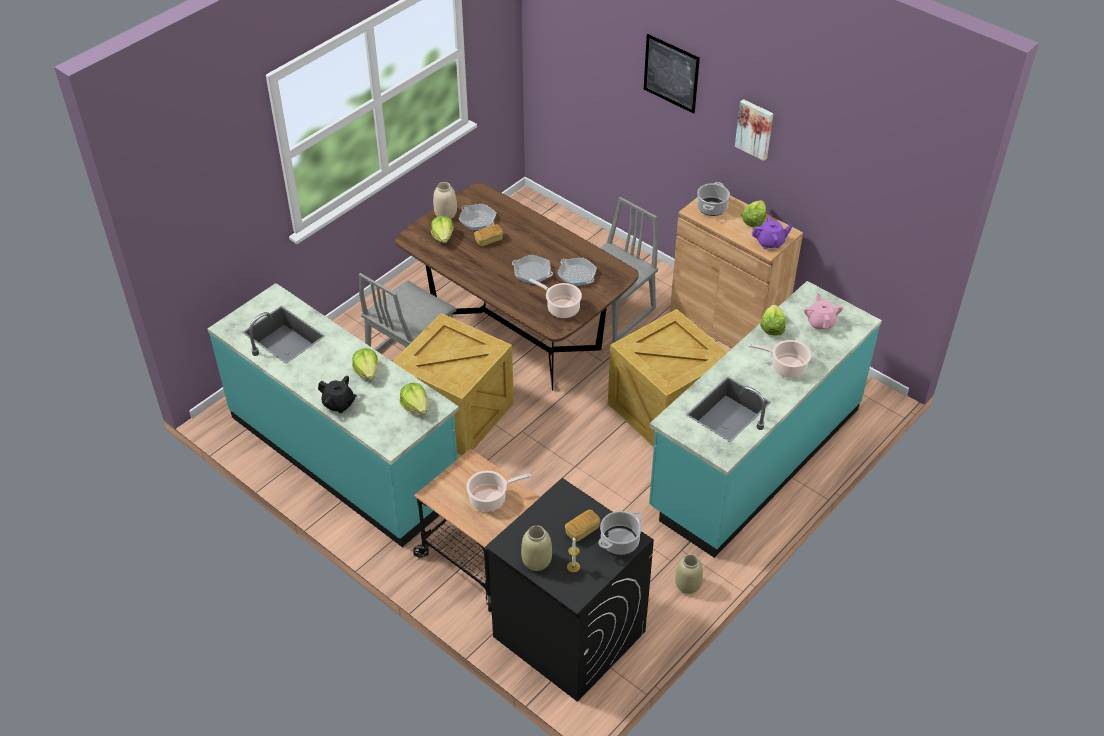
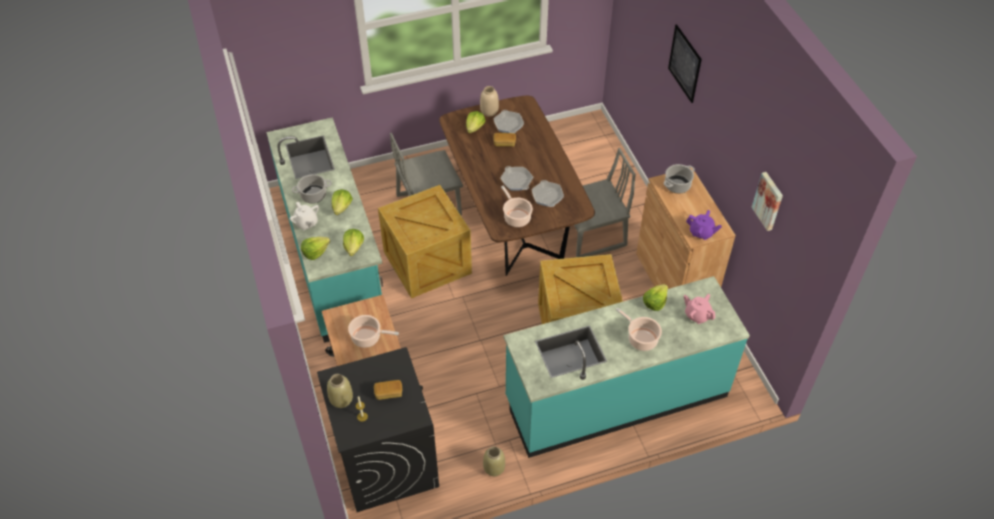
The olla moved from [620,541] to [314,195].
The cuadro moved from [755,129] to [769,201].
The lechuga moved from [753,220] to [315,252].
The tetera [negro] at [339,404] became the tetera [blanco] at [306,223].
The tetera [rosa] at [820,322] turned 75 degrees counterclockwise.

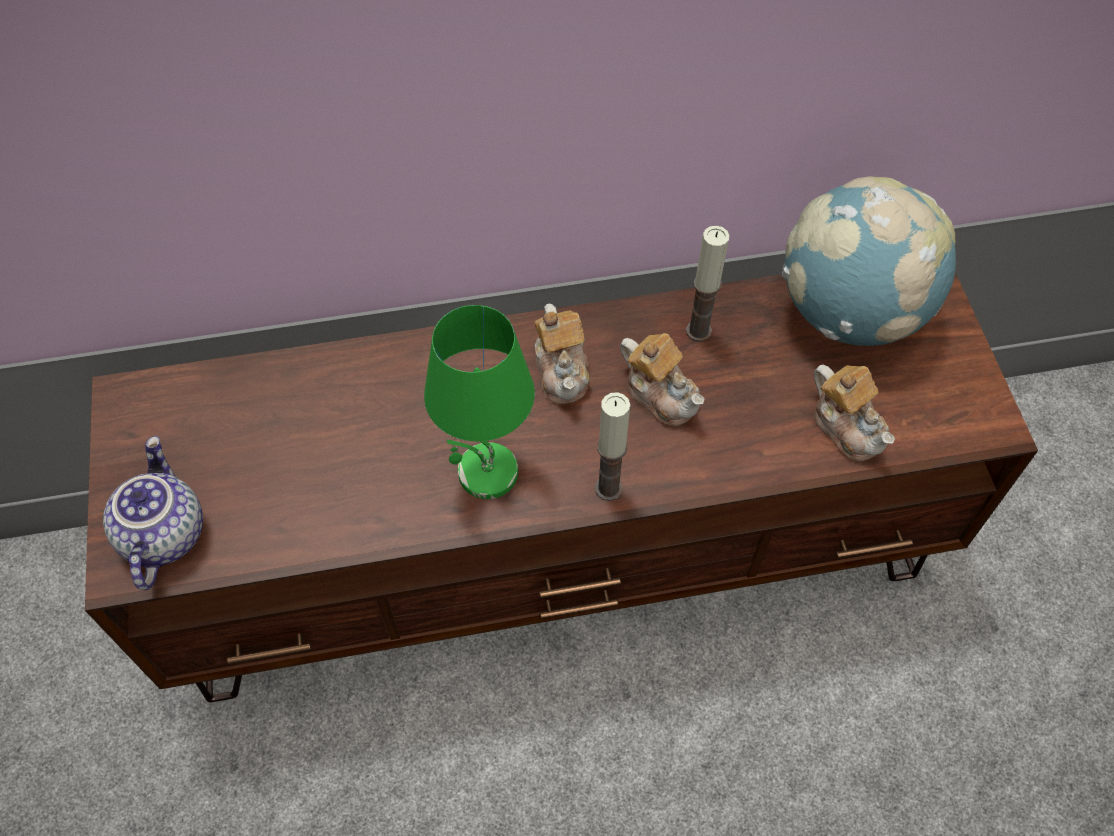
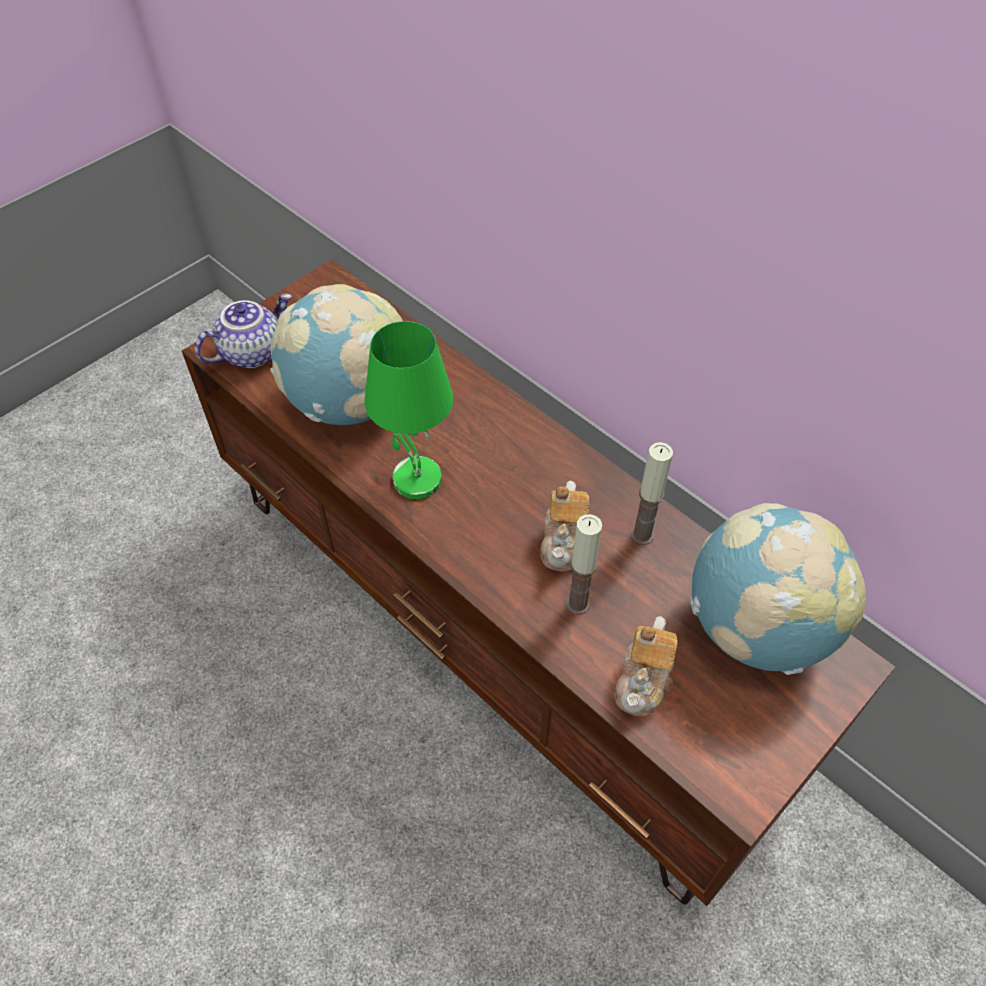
The tetera at [562,370] disappeared.
The globo terráqueo at [350,402] appeared.
The vela moved from [608,488] to [577,603].

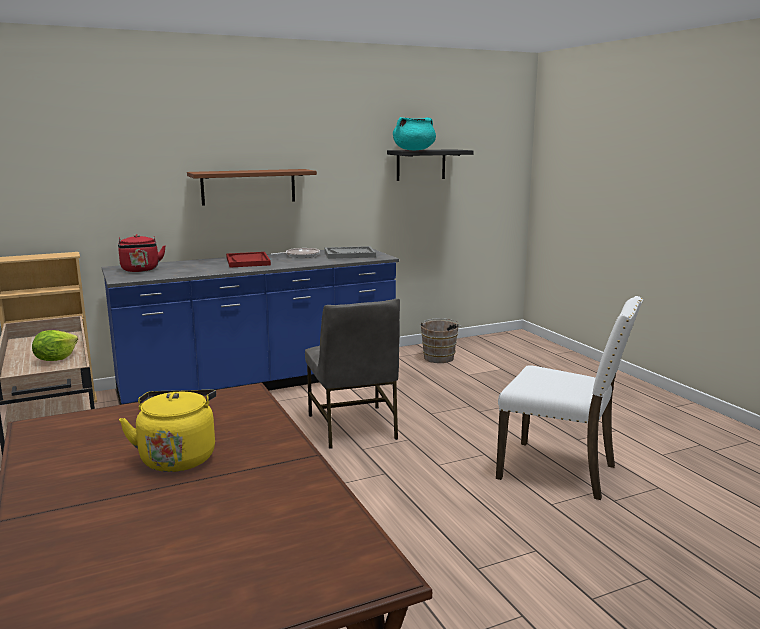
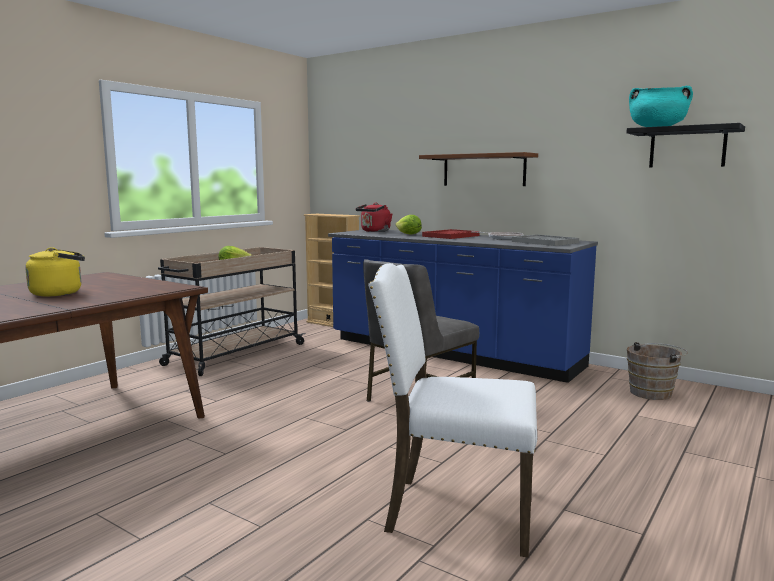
The lechuga at [408,234] appeared.
The silla [blanco] at [560,471] turned 105 degrees clockwise.

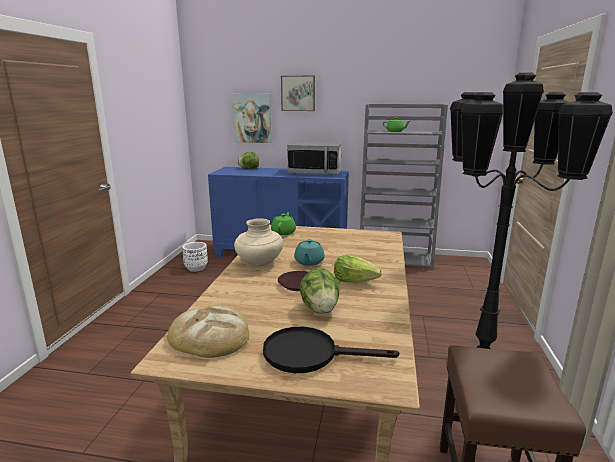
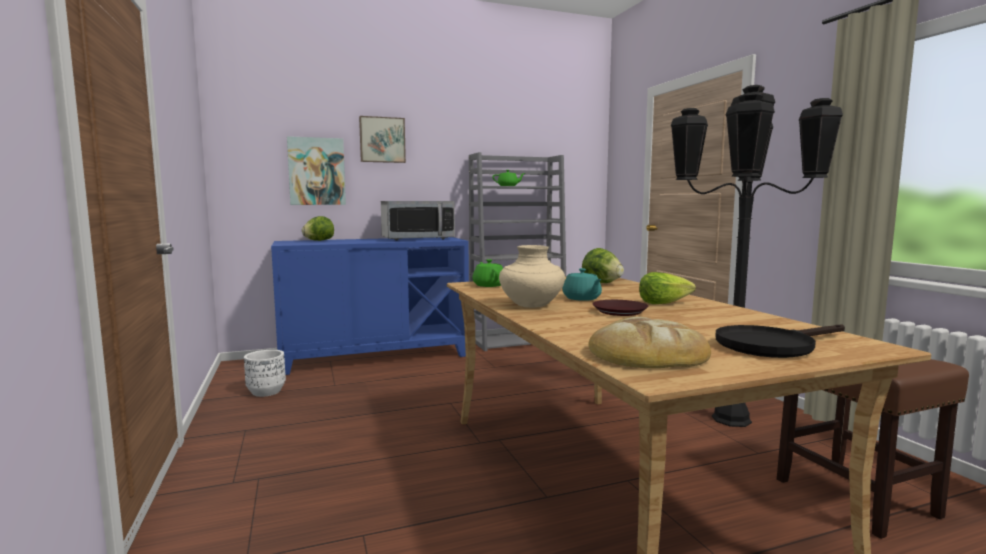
The lechuga moved from [320,309] to [601,282].

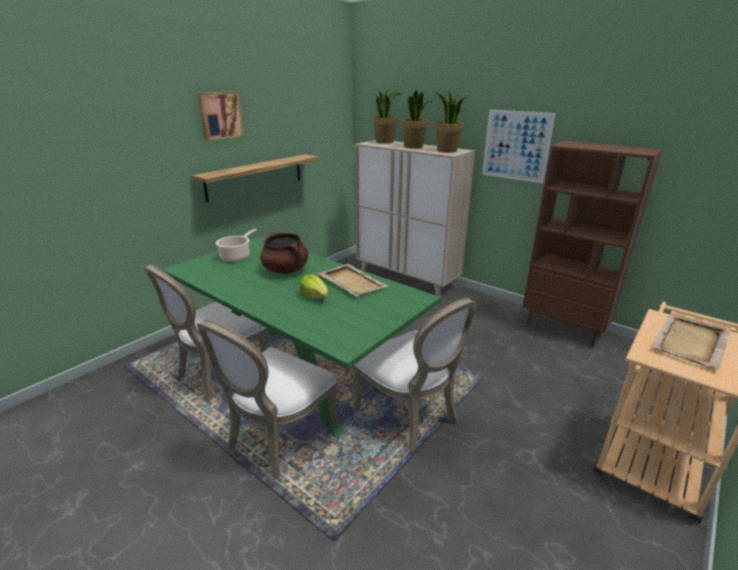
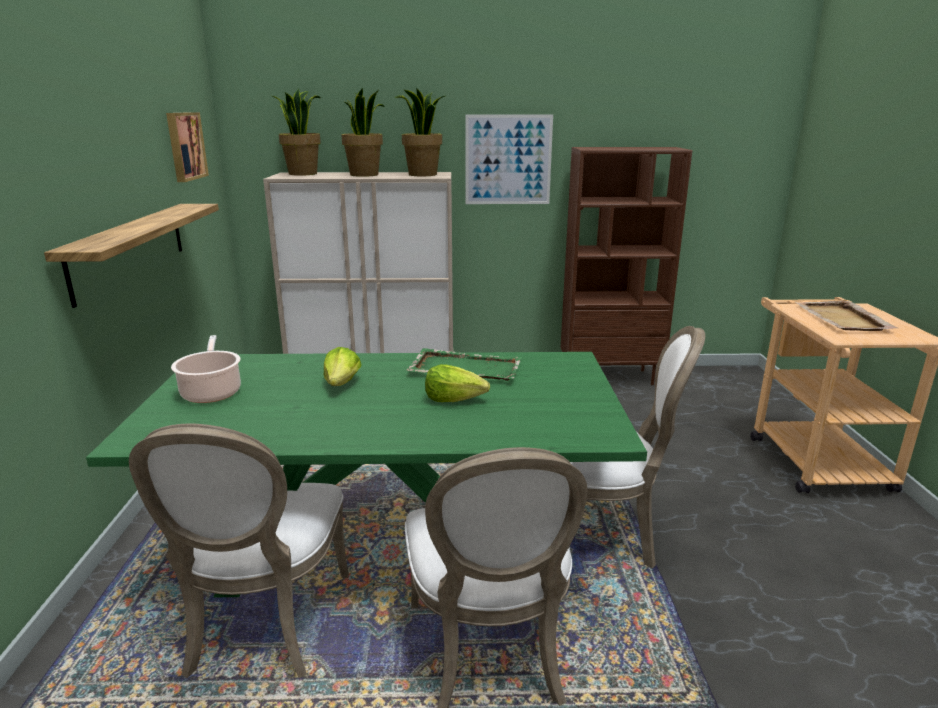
The cuadro moved from [220,115] to [184,146].
The olla [marrón] at [286,270] was replaced by the lechuga at [342,384].
The bandeja [beis] at [351,282] became the bandeja [verde] at [464,368].

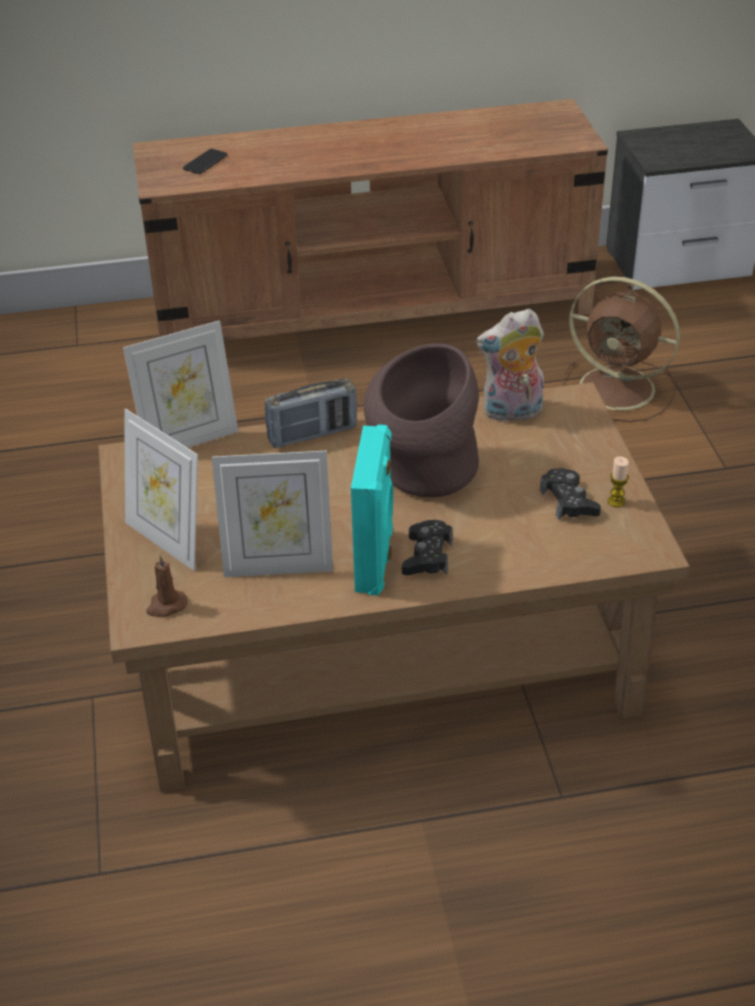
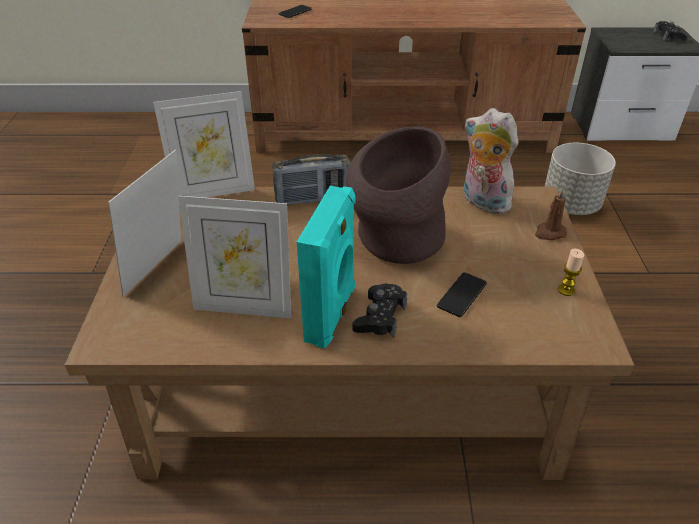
The móvil at [462,295] appeared.
The vela [marrón] moved from [166,605] to [549,233].
The mando de consola [negro] moved from [569,501] to [668,36].
The ventilador [marrón] at [620,389] was replaced by the maceta [gris] at [571,205].
The portarretratos at [167,540] turned 60 degrees clockwise.
The peluche at [511,413] turned 45 degrees clockwise.

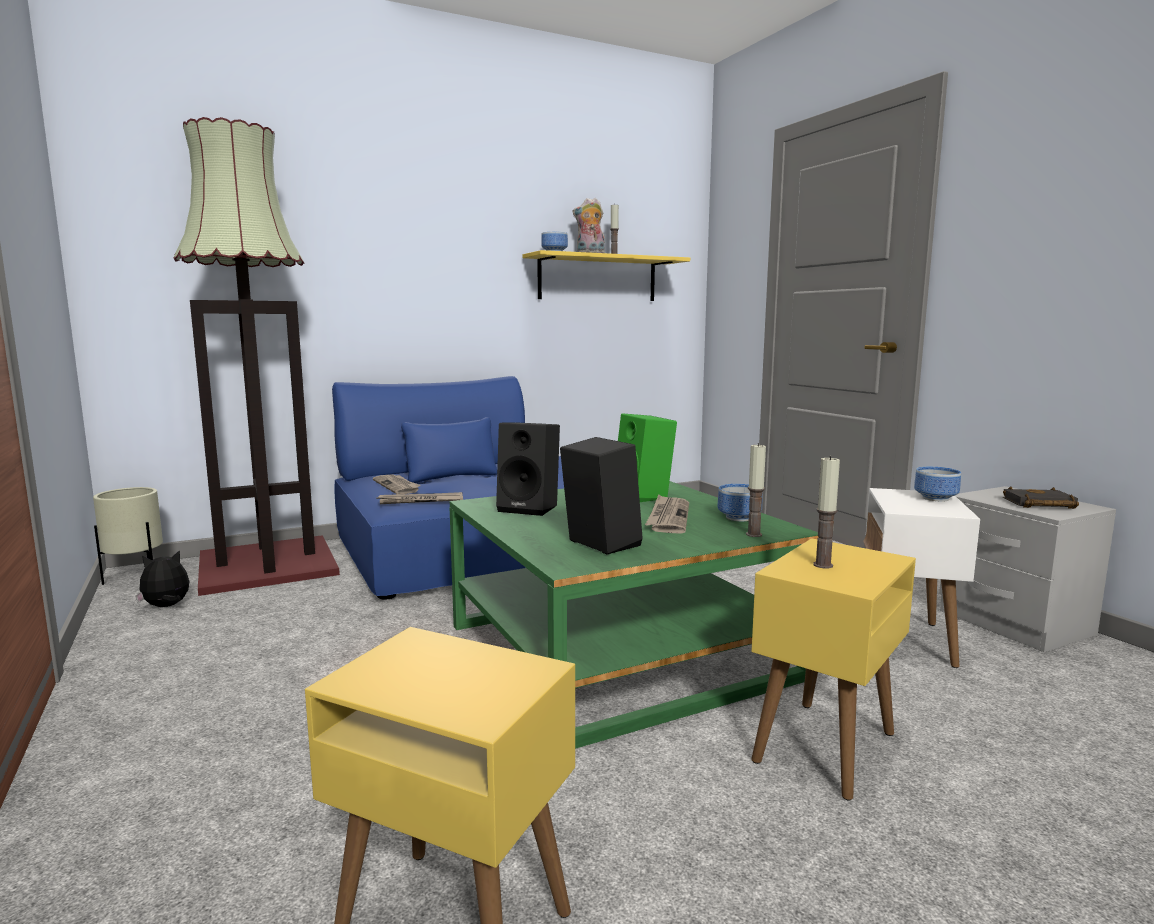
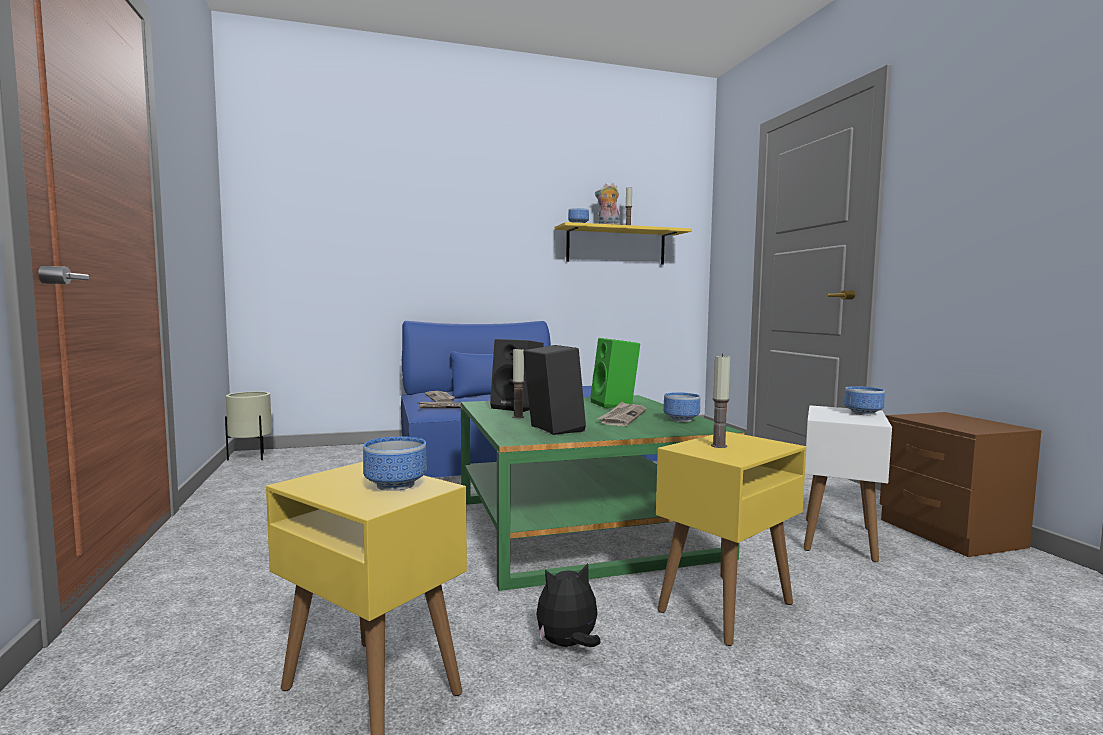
The lámpara de pie at [269,564] disappeared.
The libro [negro] at [1038,504] disappeared.
The cuenco at [398,484] appeared.
The peluche moved from [167,606] to [568,645].
The vela moved from [754,534] to [518,417].
The mesita de noche [gris] at [1014,623] became the mesita de noche [marrón] at [950,533].

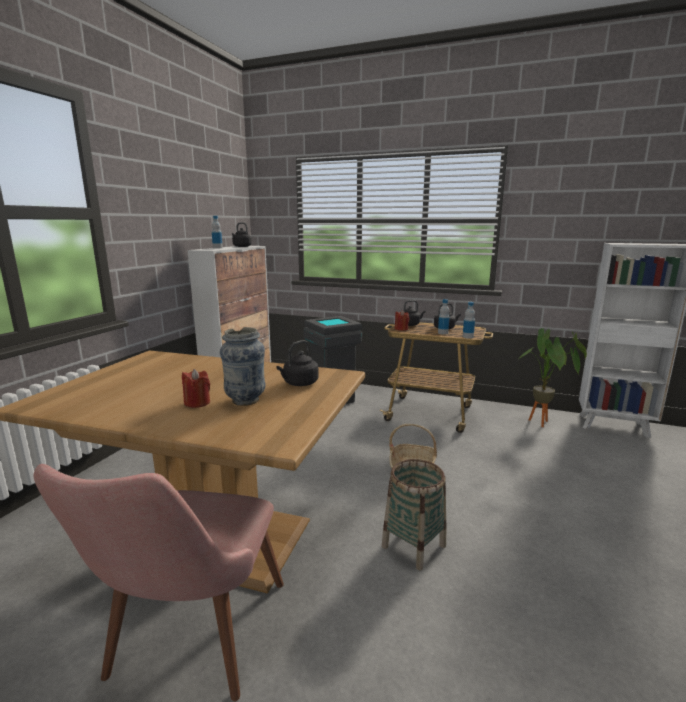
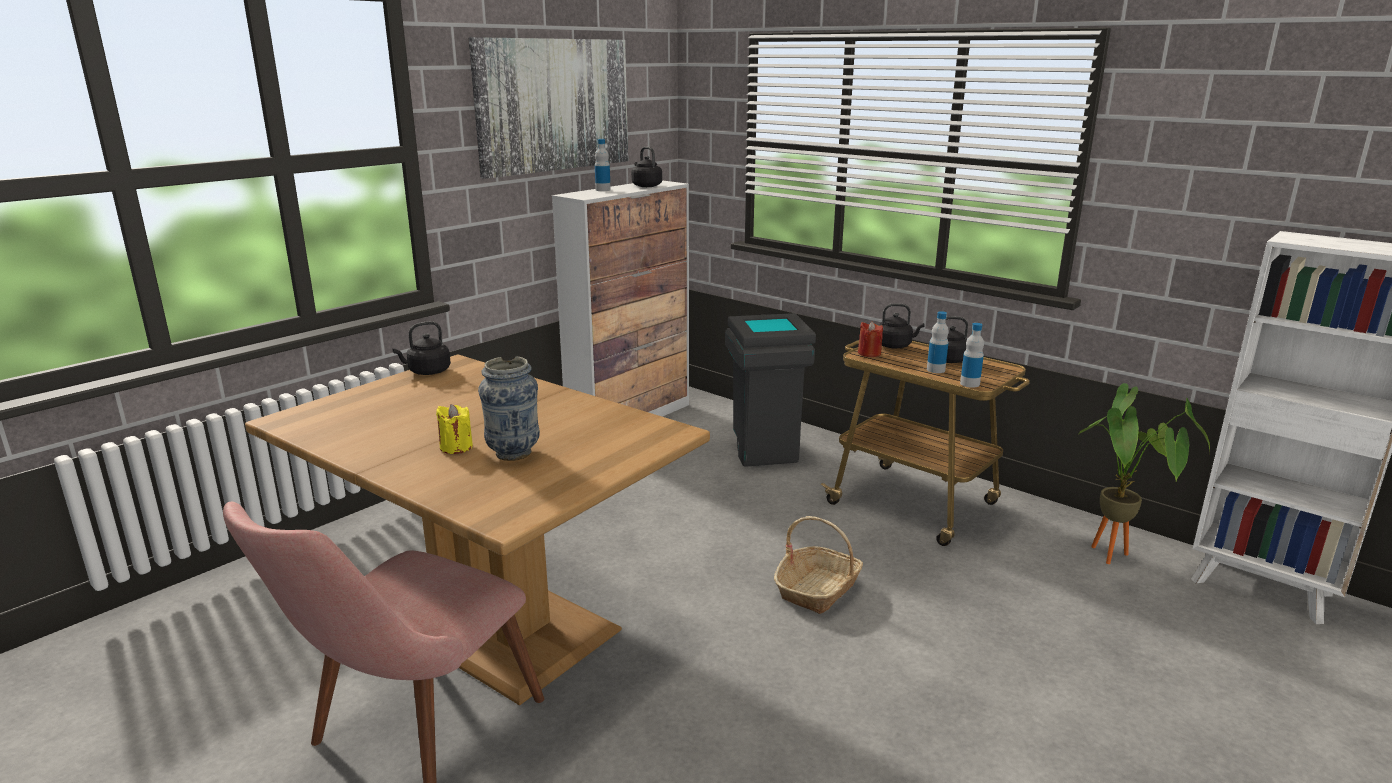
The cesta at [414,546] disappeared.
The cuadro at [553,105] appeared.
The hervidor [negro] moved from [299,383] to [427,372].
The vela [rojo] at [197,403] became the vela [amarillo] at [456,447].

